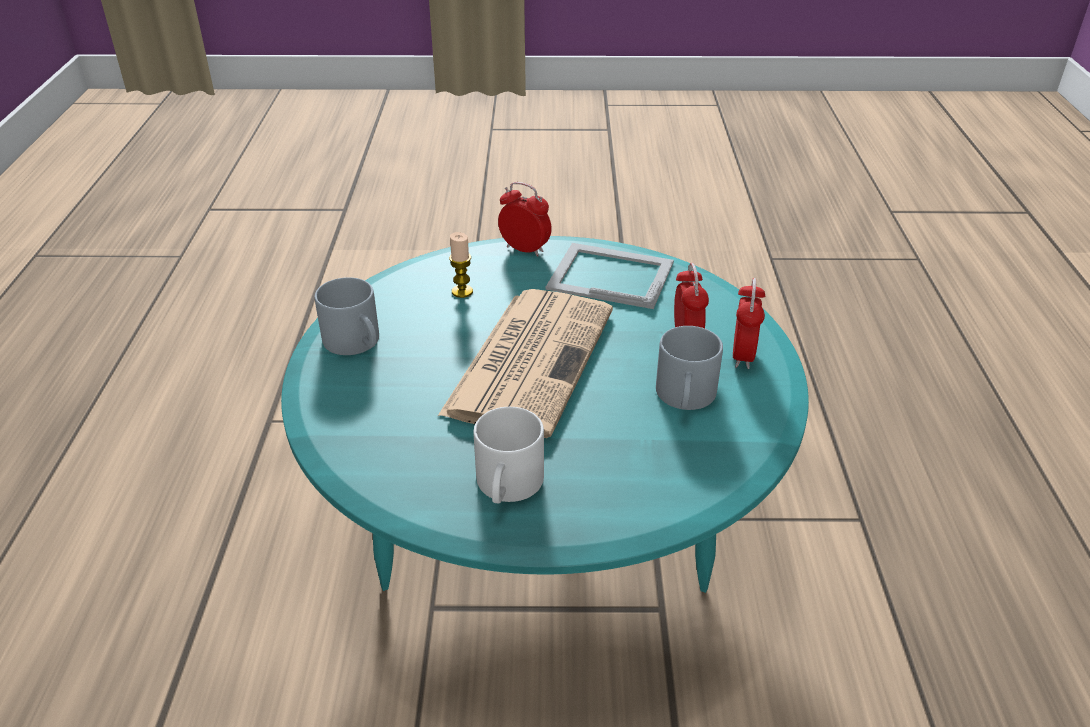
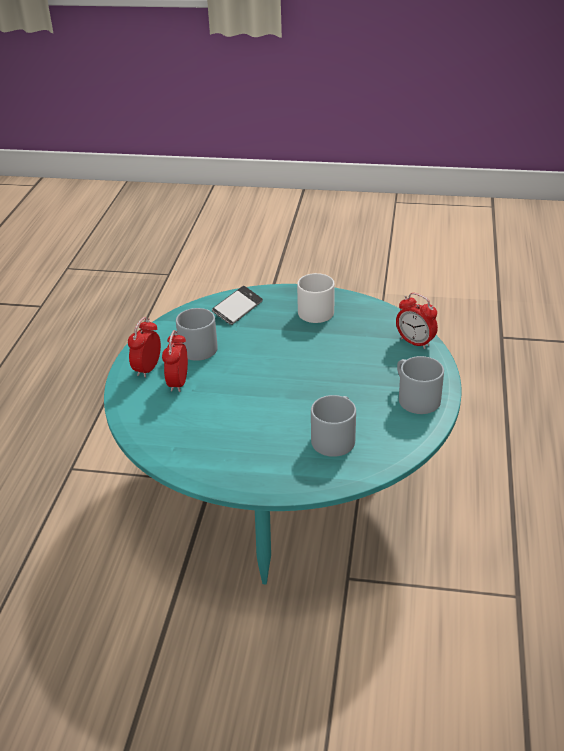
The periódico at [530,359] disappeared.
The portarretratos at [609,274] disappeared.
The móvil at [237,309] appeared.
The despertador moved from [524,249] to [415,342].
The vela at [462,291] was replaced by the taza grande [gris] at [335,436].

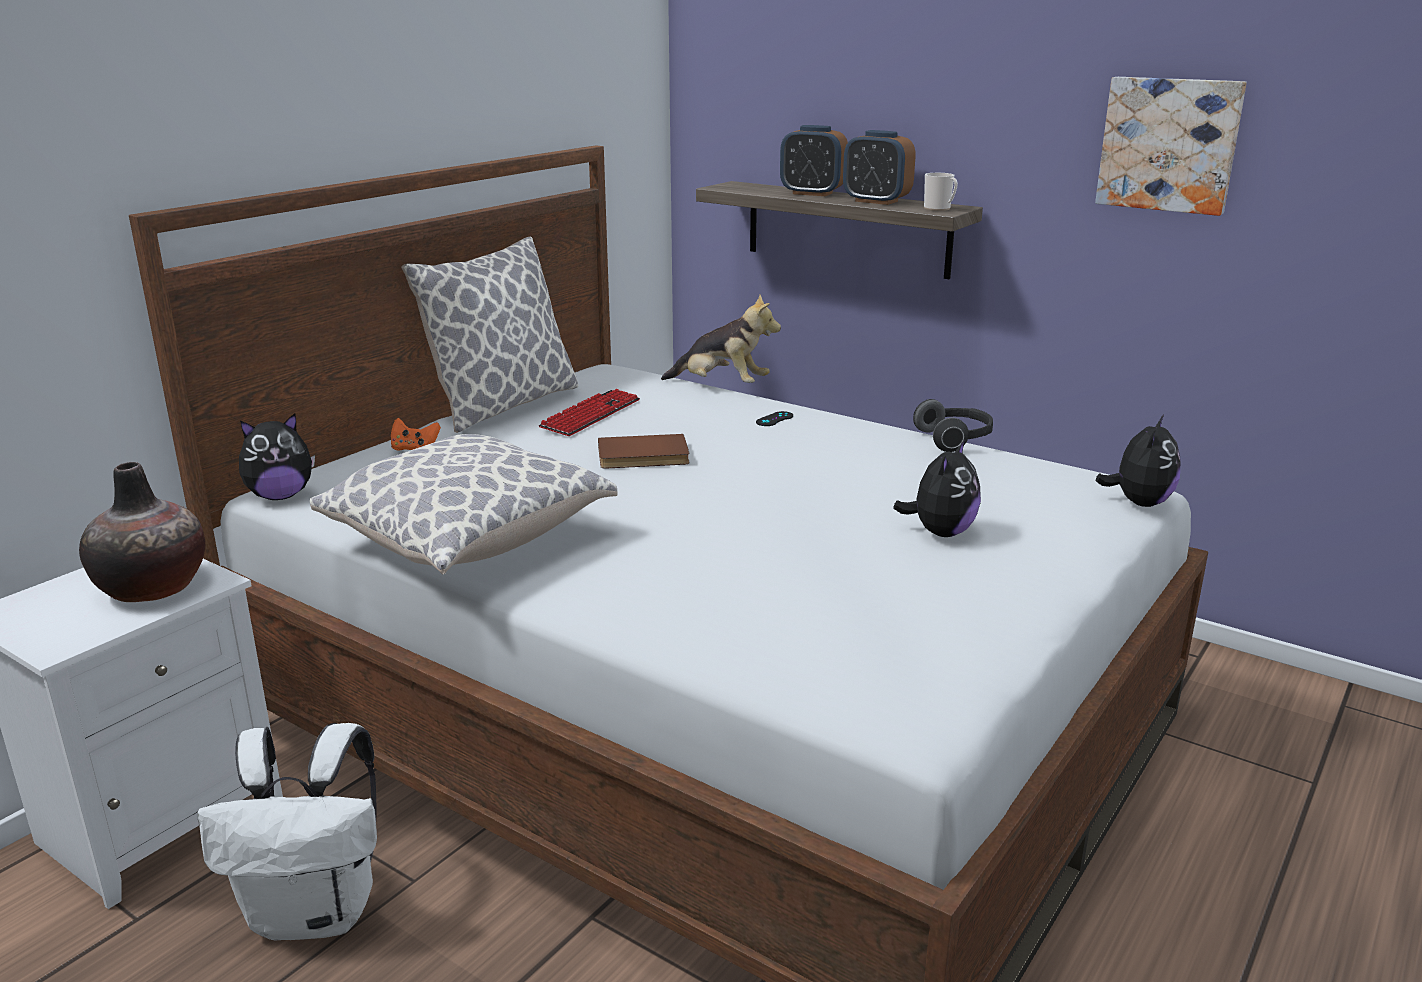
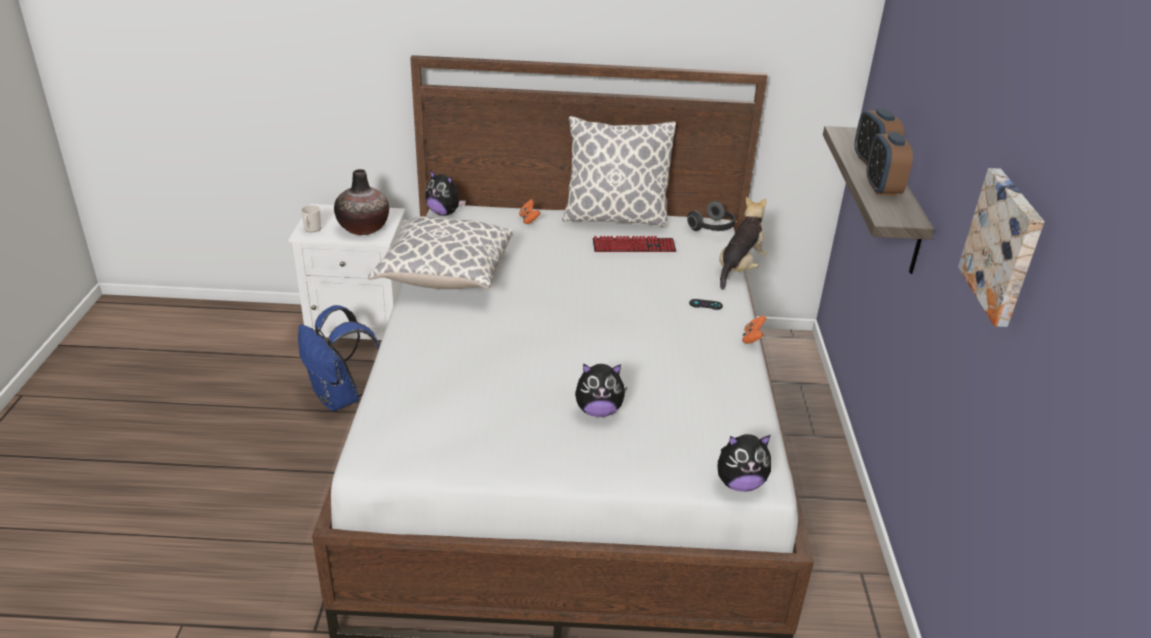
The libro [marrón] at [643,456] disappeared.
The mando de consola [naranja] at [752,338] appeared.
The auriculares moved from [955,440] to [712,228].
The taza grande moved from [939,209] to [312,229].
The mochila [blanco] at [317,913] became the mochila [azul] at [340,398].
The peluche at [721,385] turned 135 degrees counterclockwise.

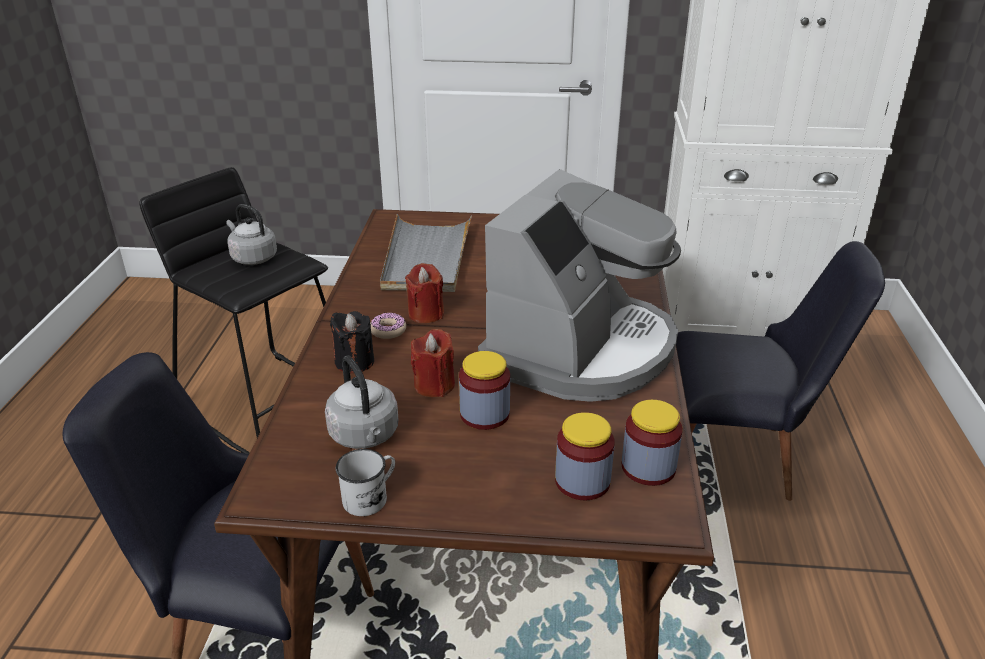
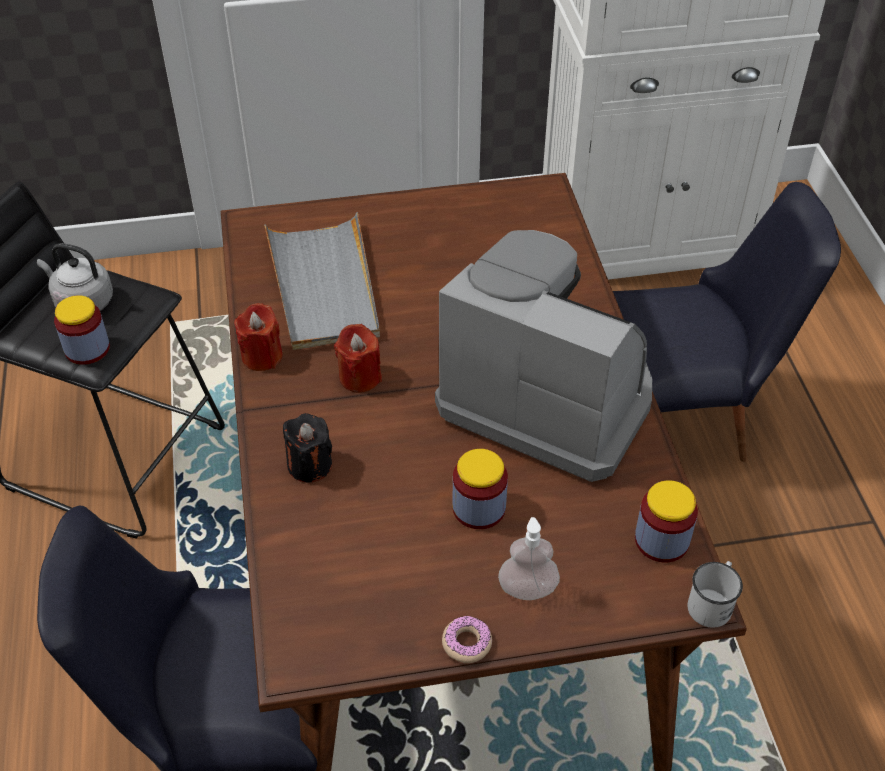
The hervidor [gris] at [365,436] disappeared.
The dispensador de jabón at [527,589] appeared.
The taza grande [blanco] moved from [371,497] to [712,603].
The rosquilla moved from [388,330] to [466,643].
The vela [rojo] moved from [434,385] to [262,356].
The tarro moved from [582,481] to [87,349].
The cafetera at [581,349] turned 75 degrees counterclockwise.

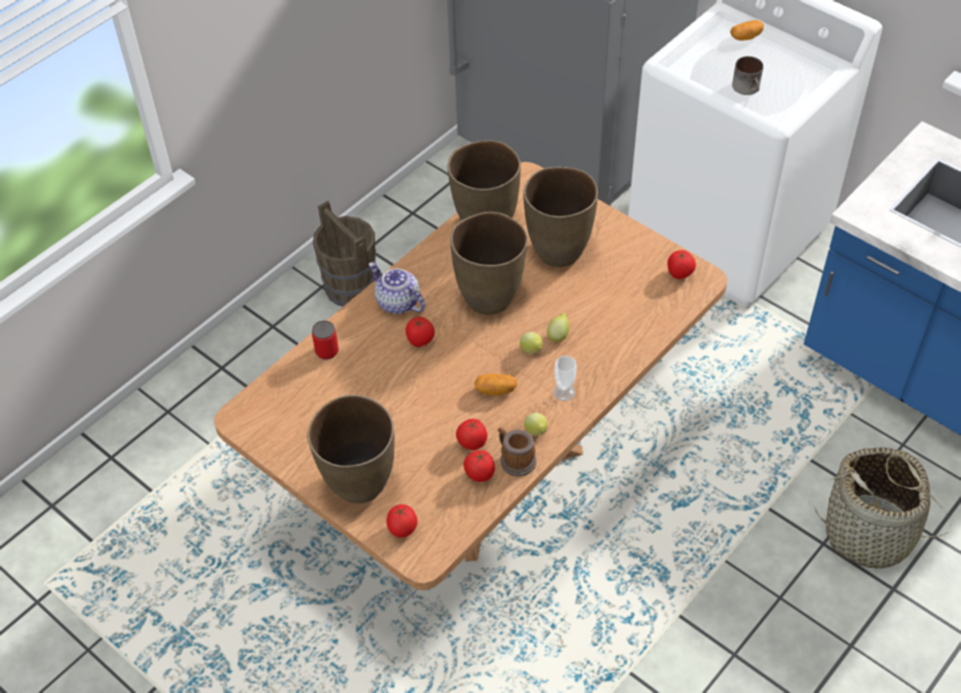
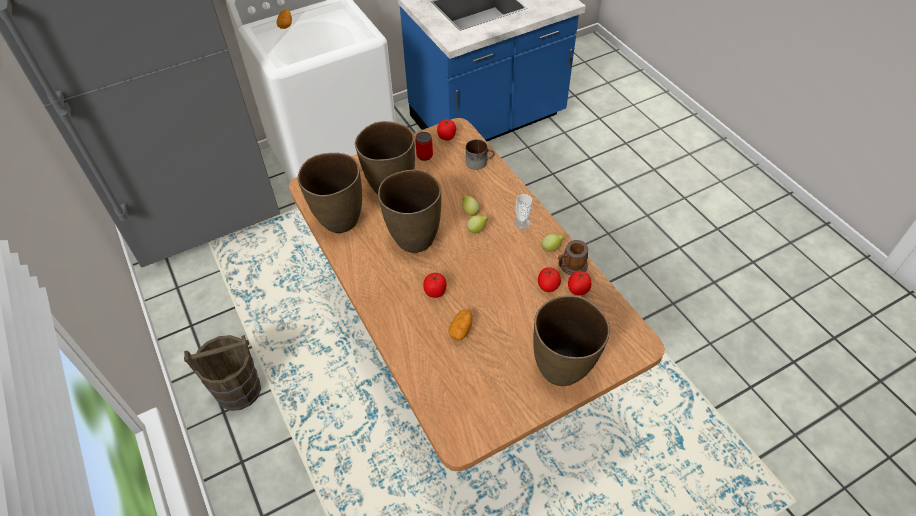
The tetera at [397,302] disappeared.
The tomate at [402,529] disappeared.
The cesta at [870,534] disappeared.
The lata moved from [327,351] to [424,155].
The patata moved from [495,390] to [461,330].
The taza grande moved from [748,88] to [479,161].

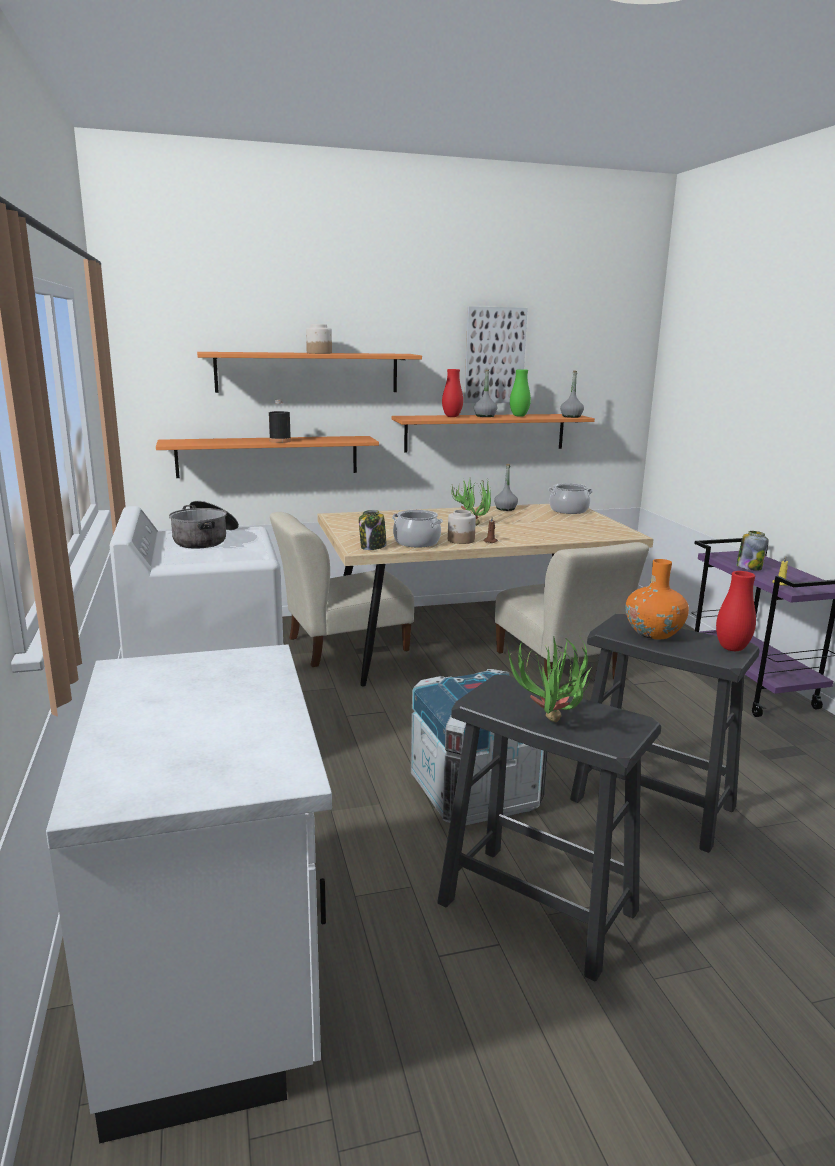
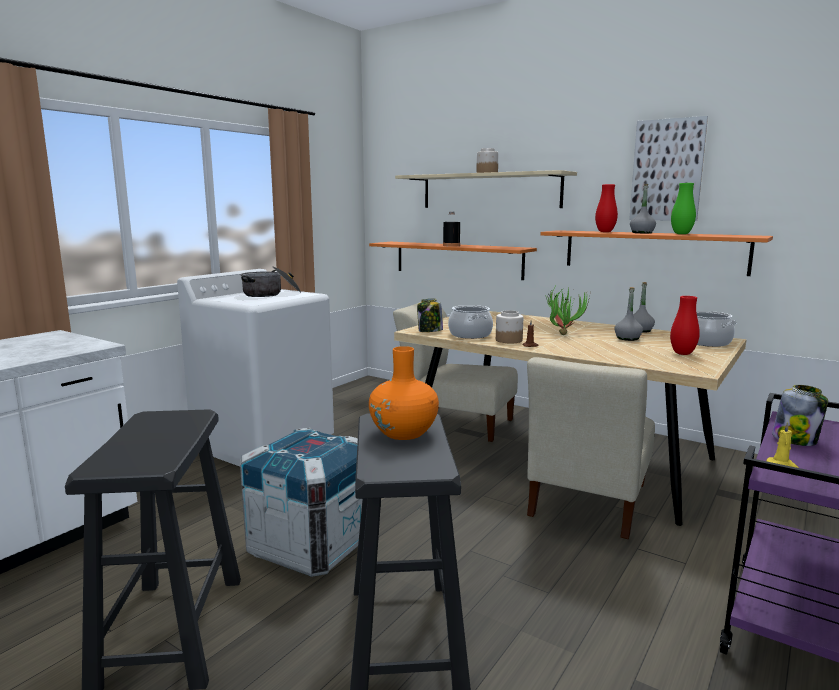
The planta en maceta at [550,726] disappeared.
The botella [gris] moved from [571,416] to [627,338].
The florero [rojo] moved from [731,648] to [682,353].
The estante [naranja] at [308,372] became the estante [beis] at [489,191].

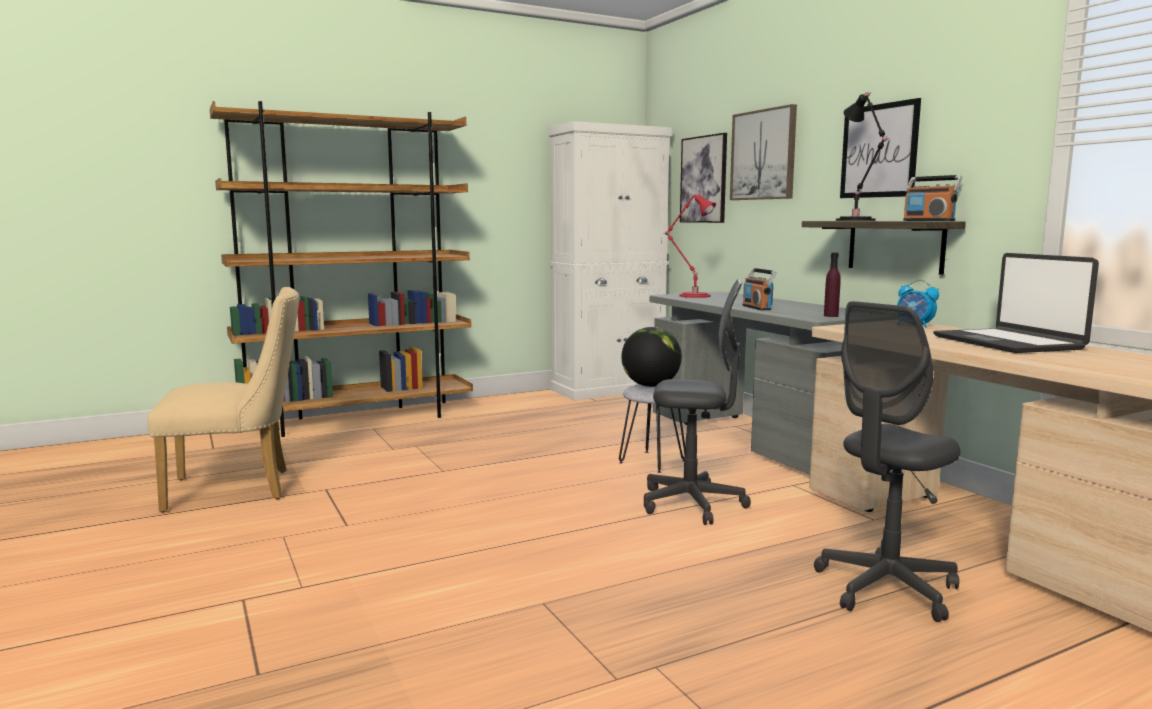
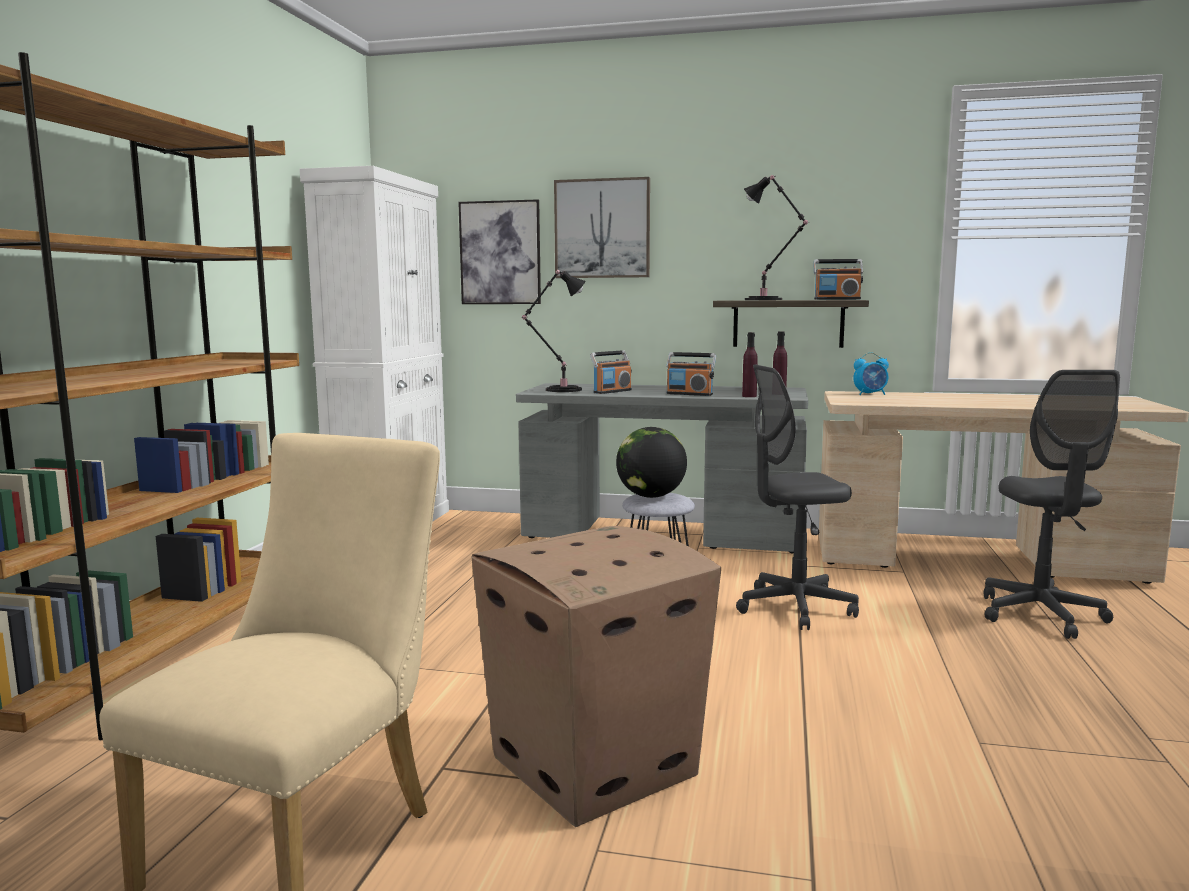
The cuadro at [879,151] disappeared.
The portátil at [1008,343] disappeared.
The caja de cartón at [591,767] appeared.
The radio at [612,391] appeared.
The botella [morado] at [749,396] appeared.
The lámpara de mesa [rojo] at [692,296] became the lámpara de mesa [negro] at [560,390].
The silla de oficina [gris] at [692,504] turned 150 degrees counterclockwise.

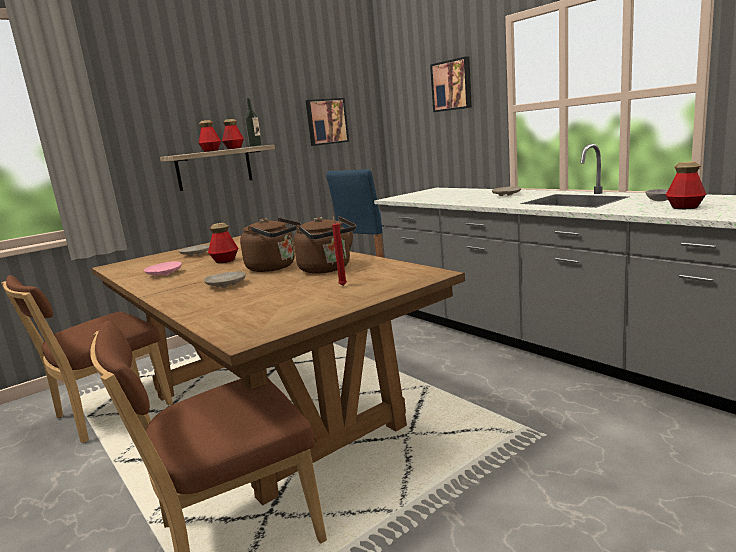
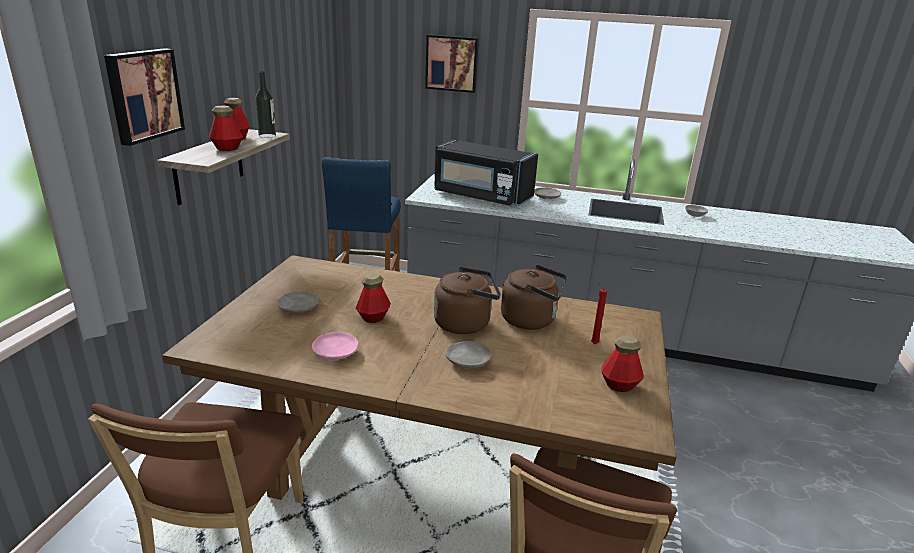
The microondas [negro] at [481,196] appeared.
The cuadro moved from [326,121] to [143,95].
The botella moved from [684,207] to [619,385].

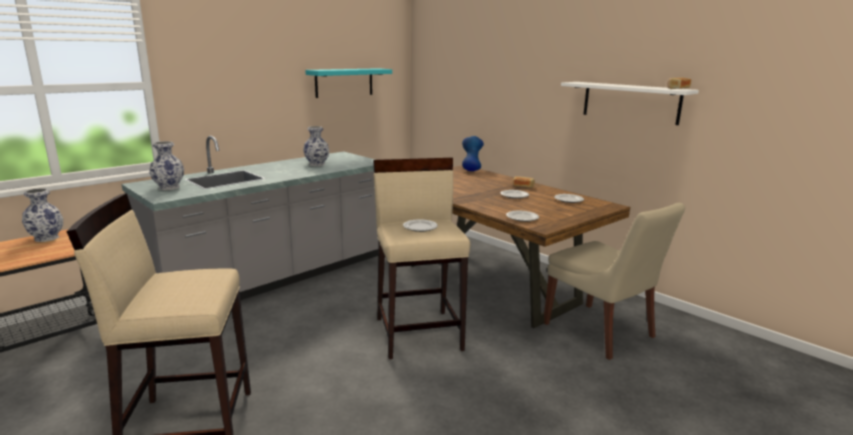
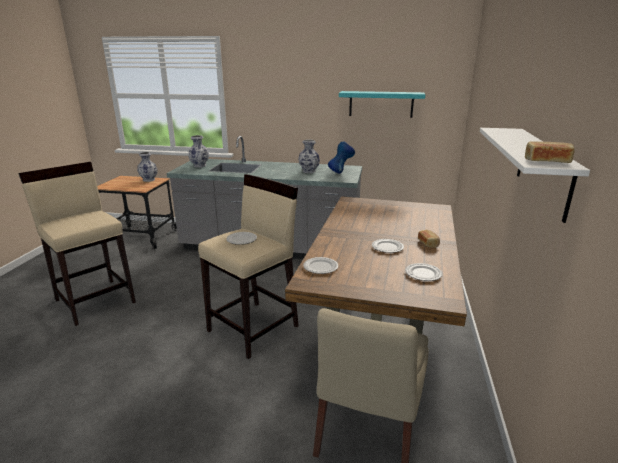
The florero [azul] moved from [471,170] to [341,172].

